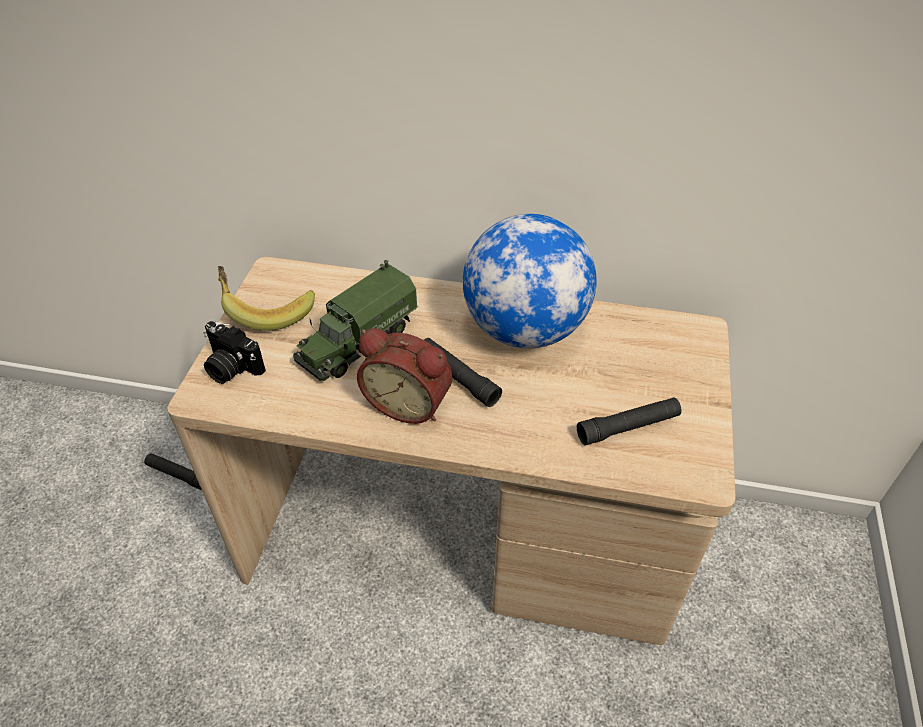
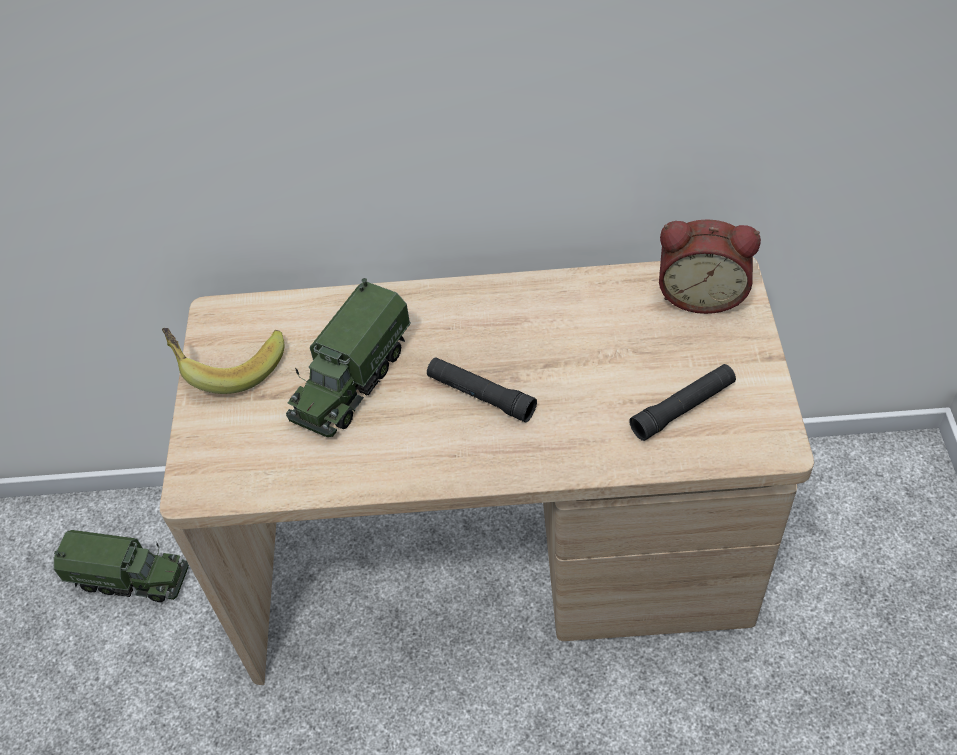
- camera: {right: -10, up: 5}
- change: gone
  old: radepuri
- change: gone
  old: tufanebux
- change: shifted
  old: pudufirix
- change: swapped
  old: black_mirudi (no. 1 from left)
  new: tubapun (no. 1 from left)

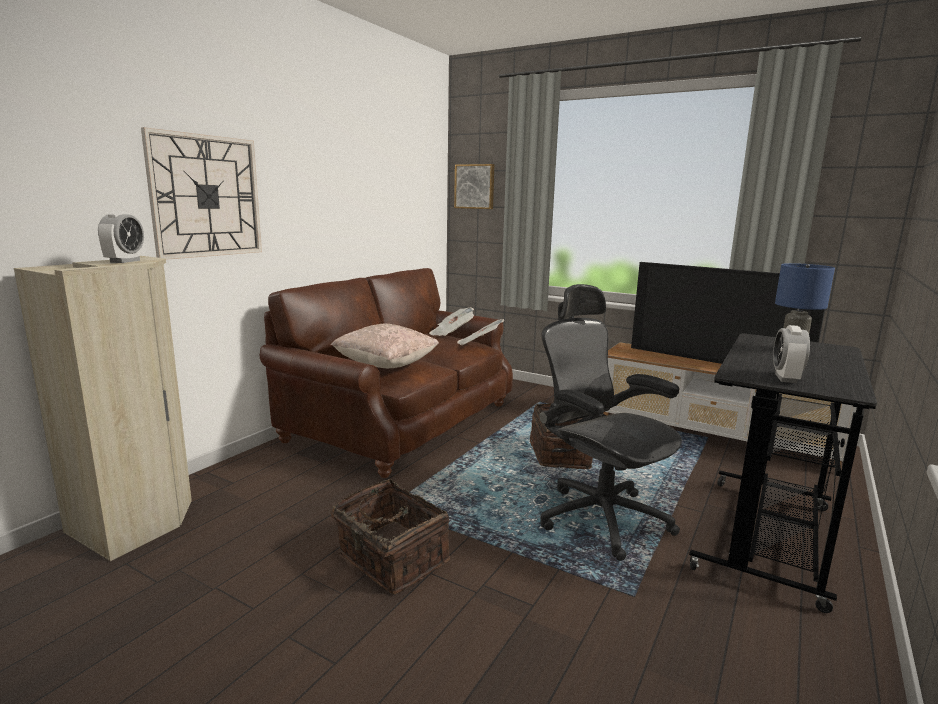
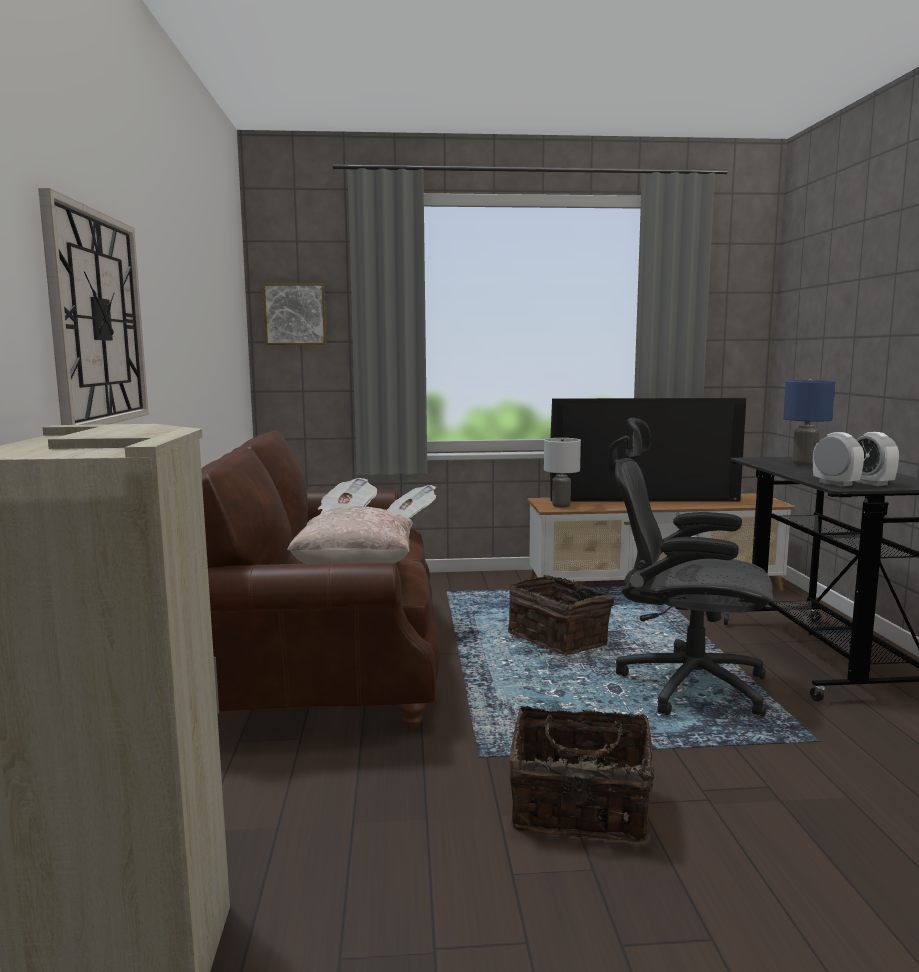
- camera: {right: -35, up: -5}
- change: new
  new: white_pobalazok
- change: shifted
  old: pudufirix (no. 1 from left)

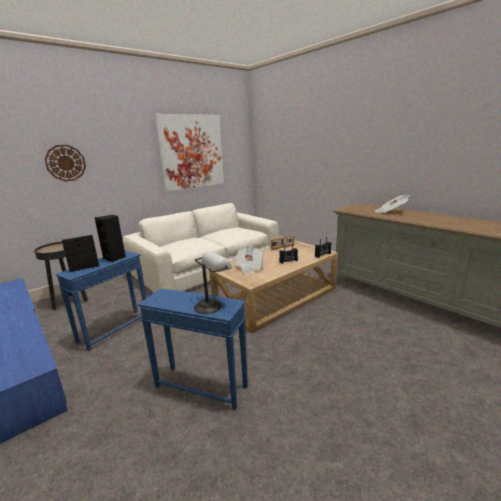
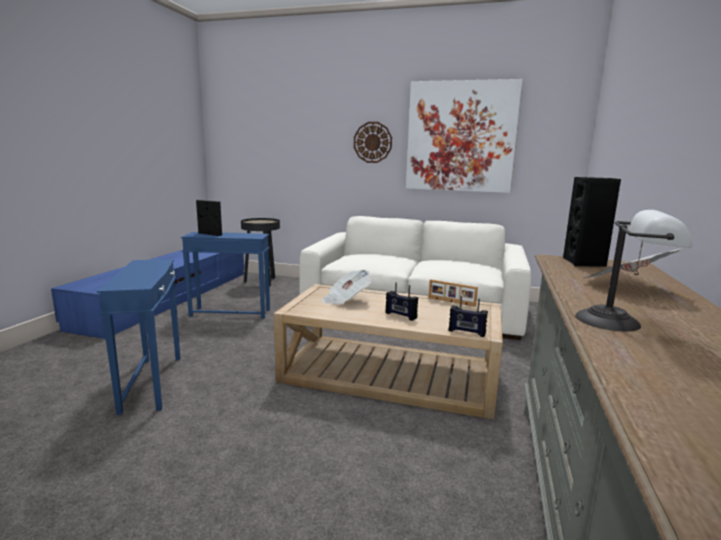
- camera: {right: 55, up: -5}
- change: shifted
  old: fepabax
- change: shifted
  old: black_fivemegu
- change: shifted
  old: pobalazok

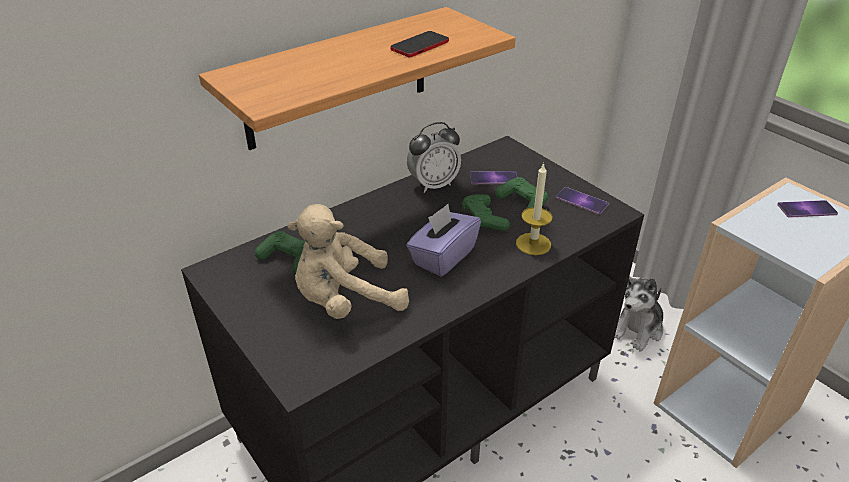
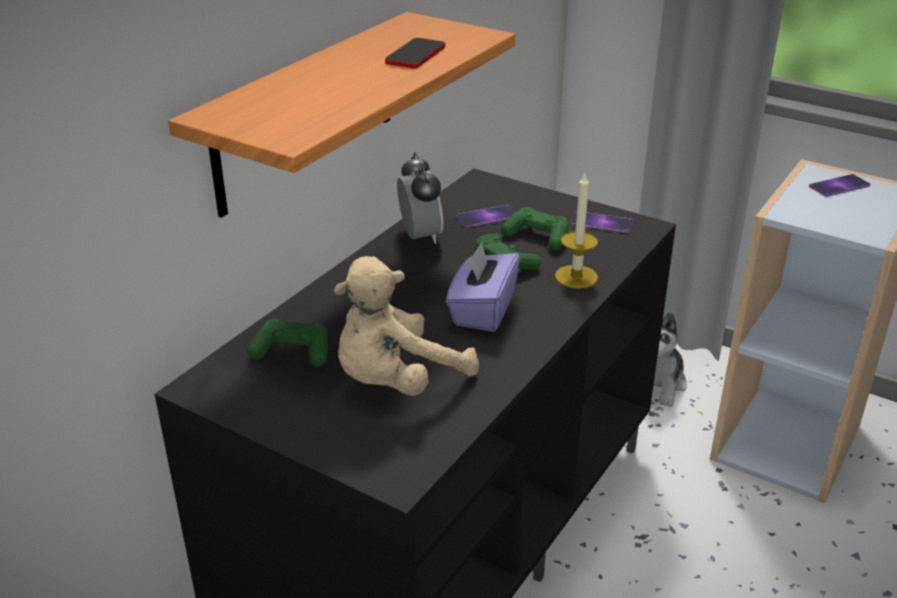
- camera: {right: -20, up: -5}
- change: rotated
  old: pudufirix
  degrees: -60

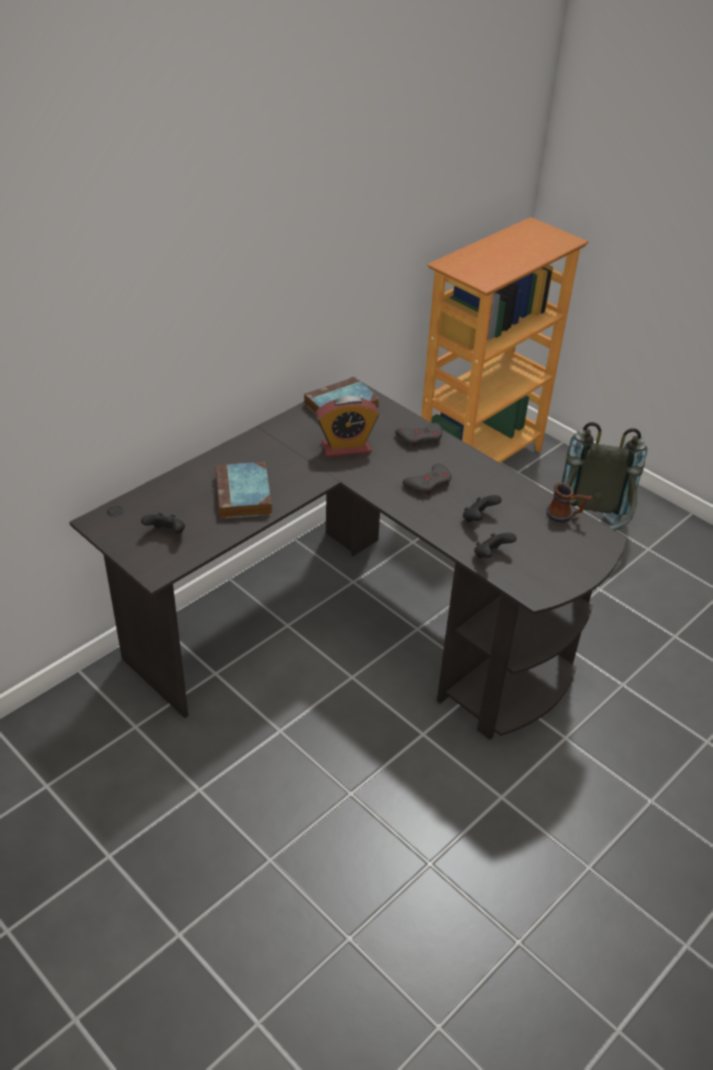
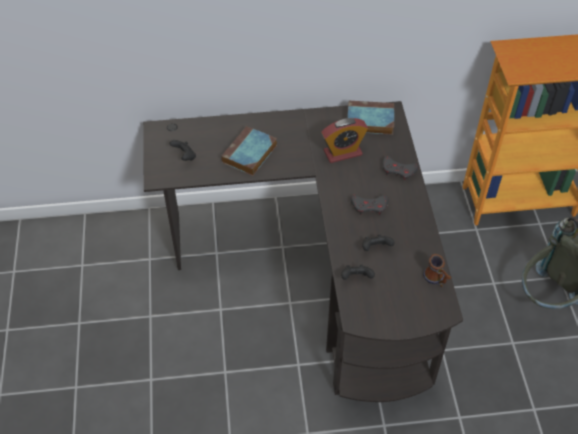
- camera: {right: 40, up: 10}
- change: rotated
  old: pudufirix
  degrees: -45

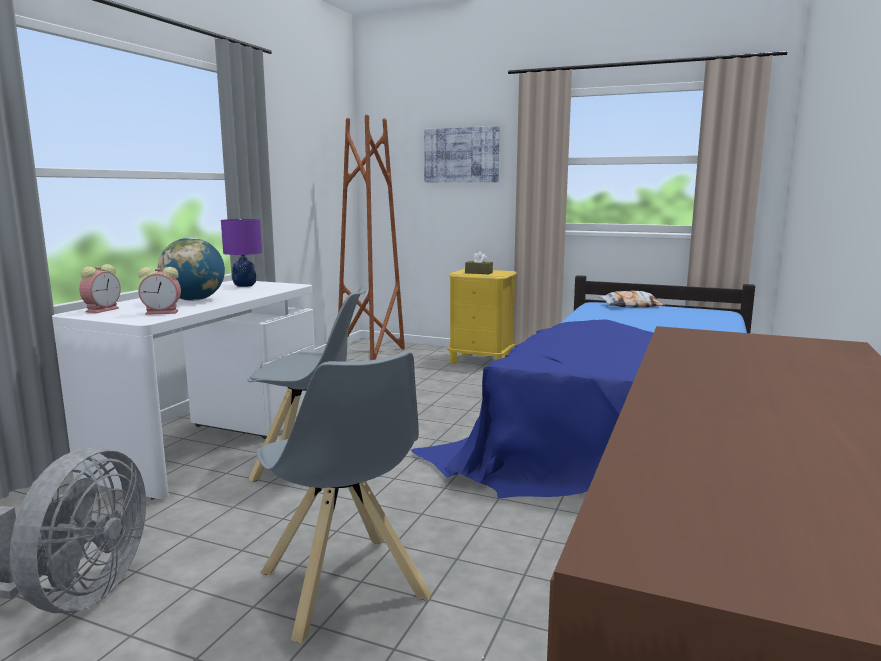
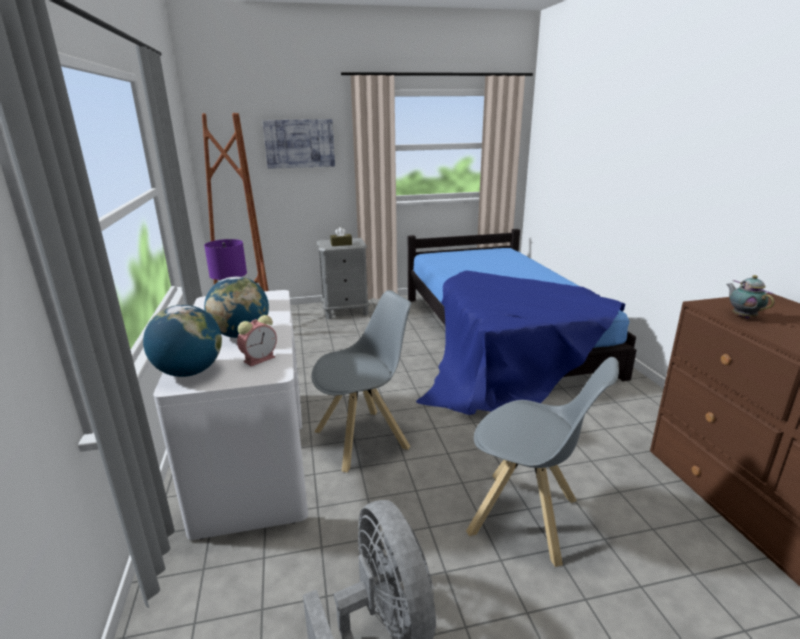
- camera: {right: -35, up: 10}
- change: gone
  old: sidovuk
- change: new
  new: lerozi
- change: swapped
  old: pudufirix (no. 1 from left)
  new: tufanebux (no. 1 from left)
- change: repainted
  old: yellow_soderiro
  new: grey_soderiro

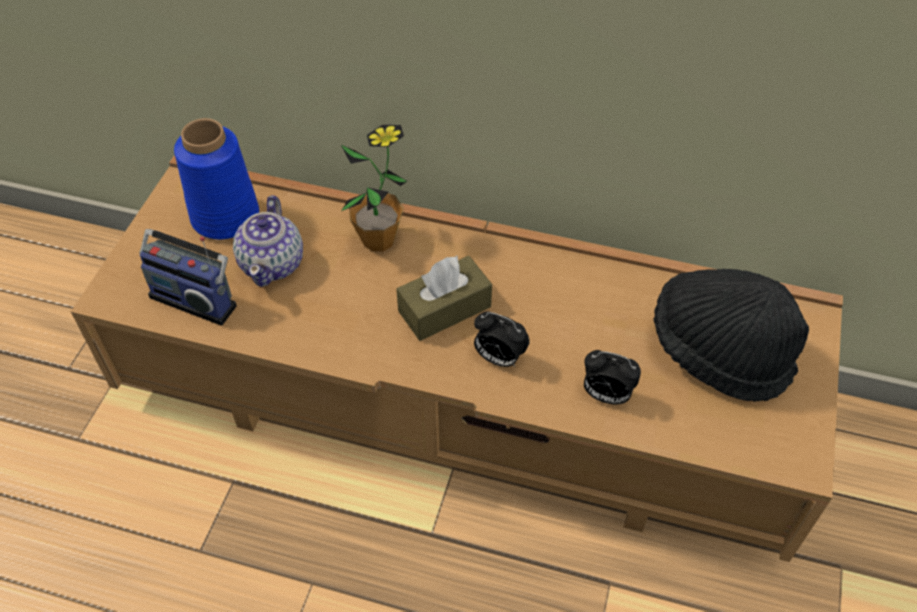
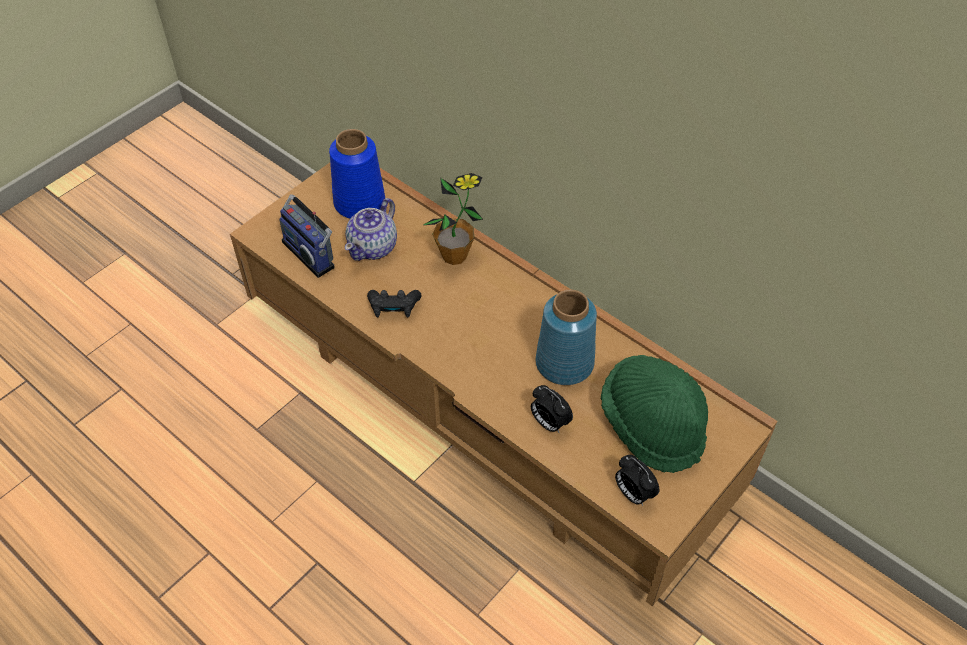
- camera: {right: 25, up: 0}
- change: gone
  old: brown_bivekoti
- change: new
  new: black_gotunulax
- change: new
  new: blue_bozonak (no. 2 from left)
- change: shifted
  old: pudufirix (no. 1 from left in the first image)
  new: pudufirix (no. 2 from left)
- change: repainted
  old: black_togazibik
  new: green_togazibik

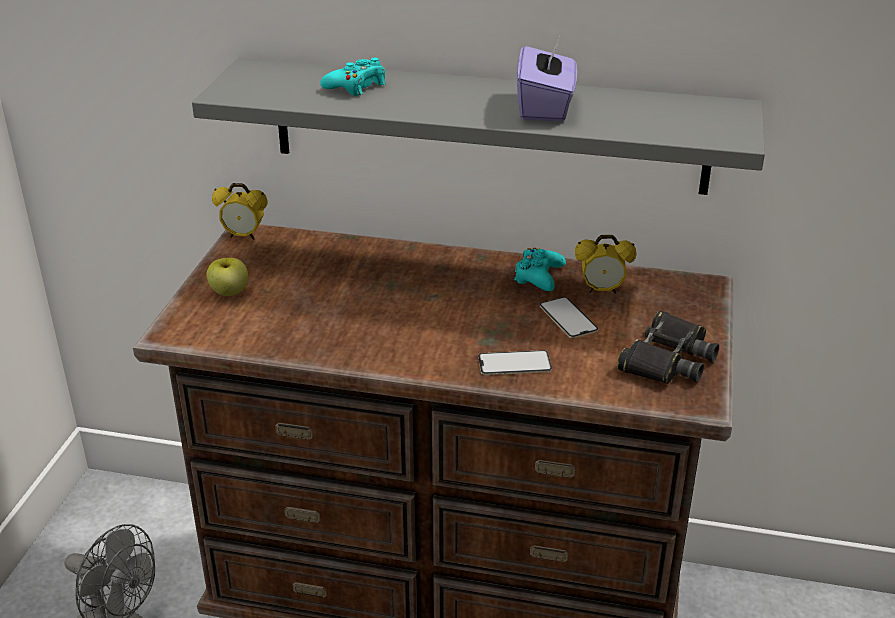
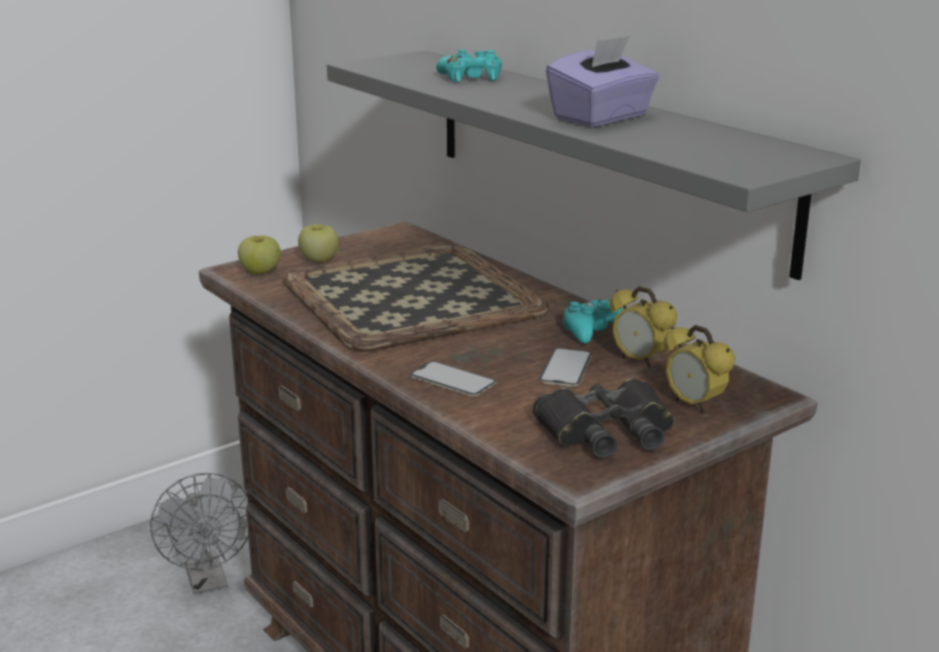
- camera: {right: 40, up: -10}
- change: new
  new: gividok (no. 1 from left)
- change: new
  new: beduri
- change: shifted
  old: pudufirix (no. 1 from left in the first image)
  new: pudufirix (no. 2 from left)

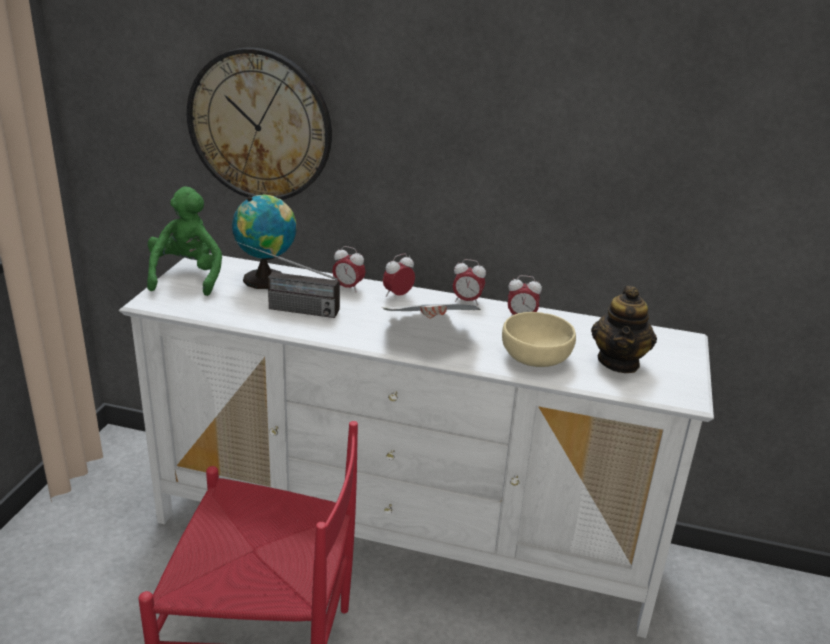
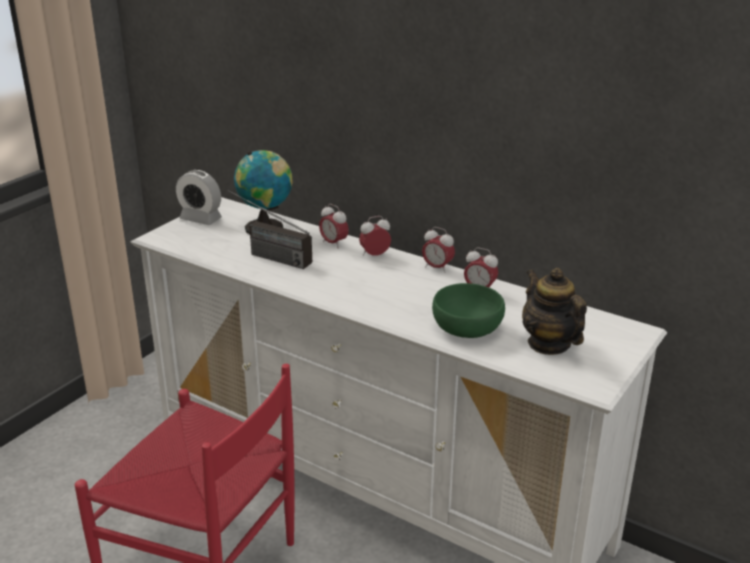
- camera: {right: 20, up: 0}
- change: gone
  old: fepabax
- change: gone
  old: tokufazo
- change: swapped
  old: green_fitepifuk
  new: pudufirix (no. 1 from left)
- change: repainted
  old: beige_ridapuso
  new: green_ridapuso
- change: rotated
  old: lerozi
  degrees: 120

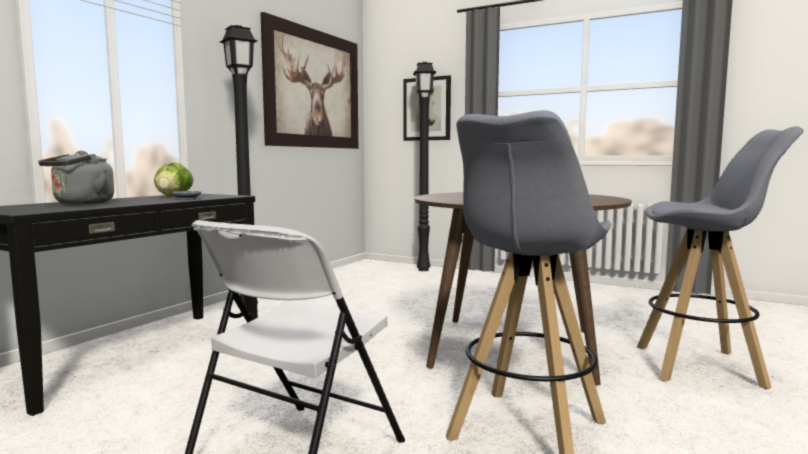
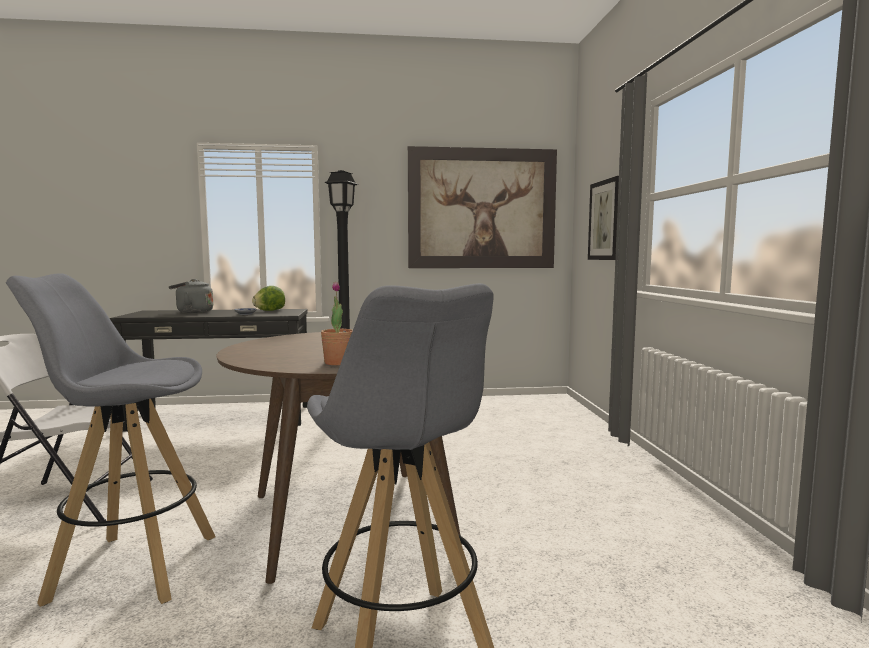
- camera: {right: 55, up: 0}
- change: gone
  old: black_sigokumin (no. 2 from left)
- change: new
  new: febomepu

